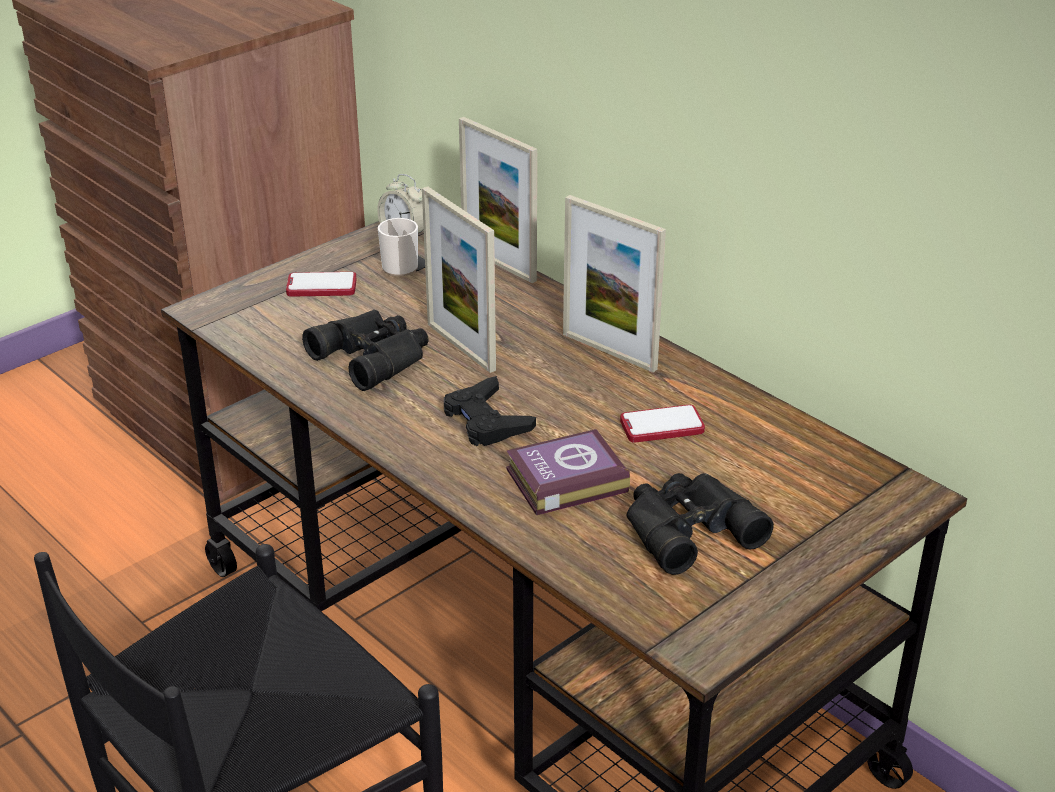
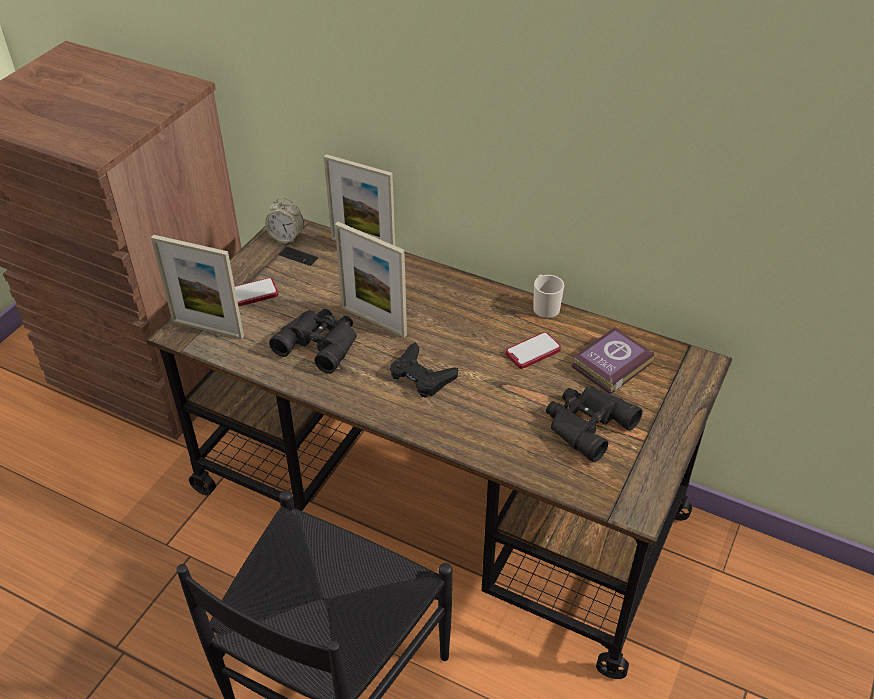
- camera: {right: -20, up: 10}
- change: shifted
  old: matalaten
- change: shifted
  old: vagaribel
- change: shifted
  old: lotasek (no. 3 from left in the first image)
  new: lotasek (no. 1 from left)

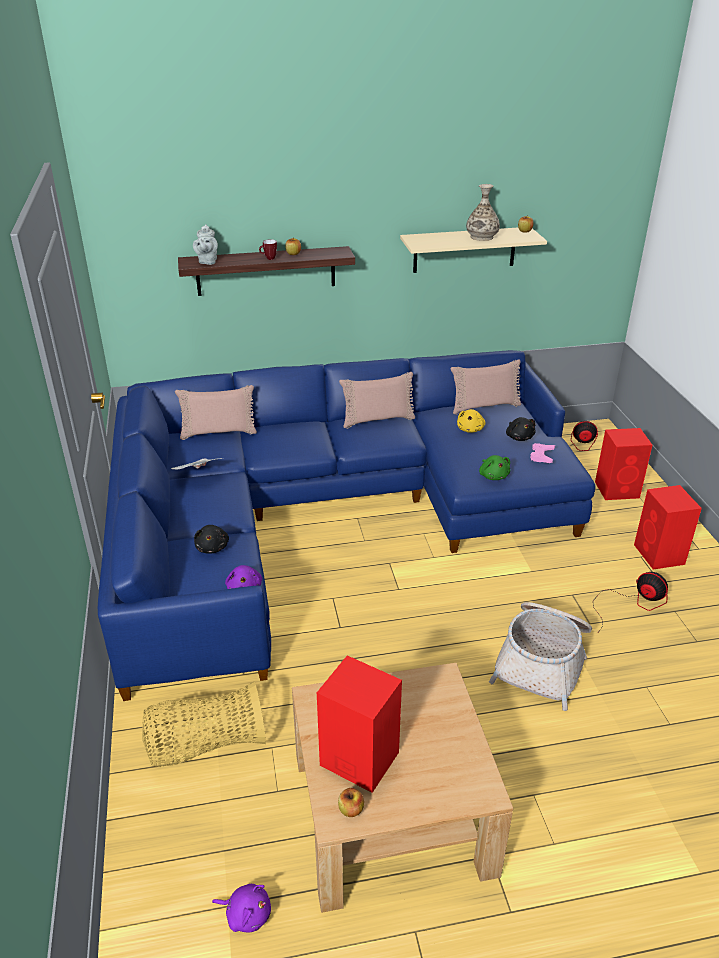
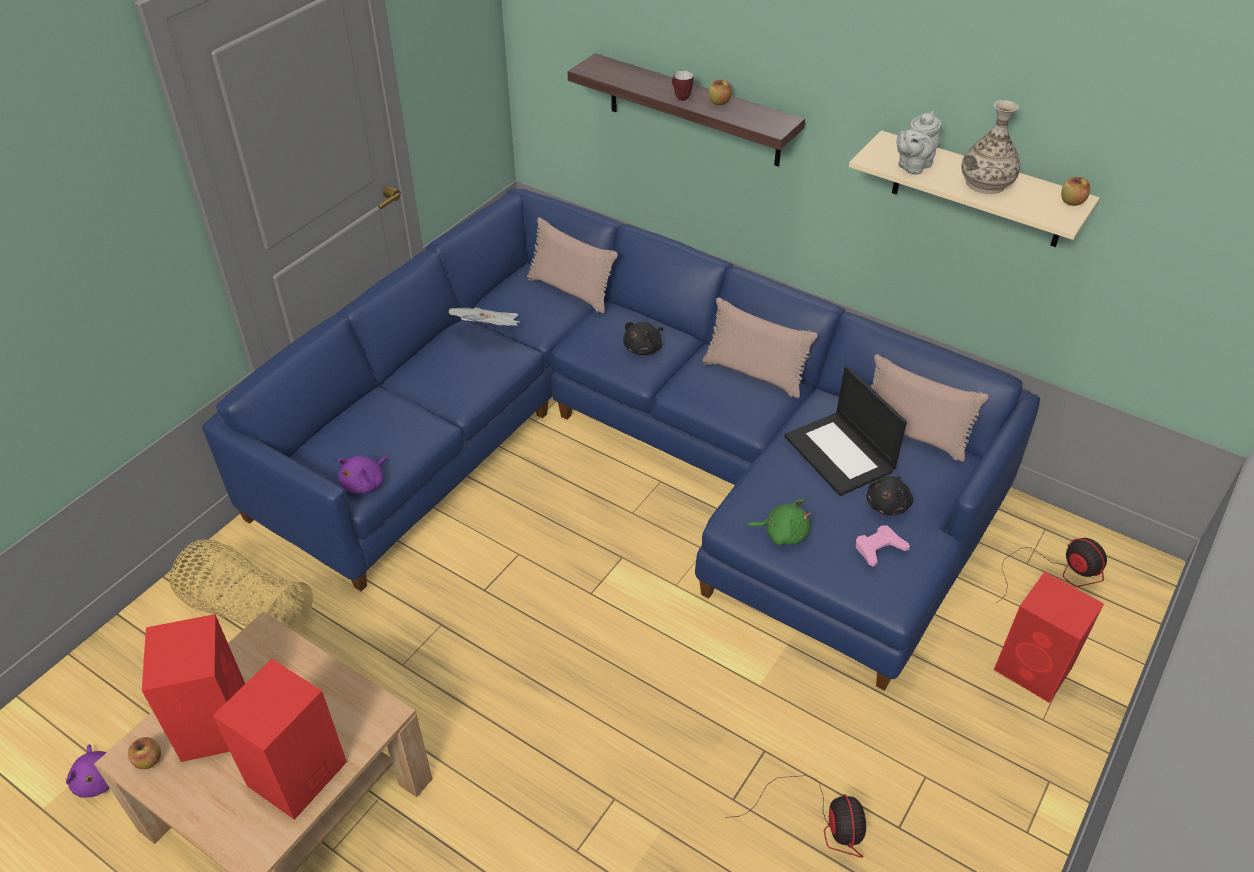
- camera: {right: 45, up: 10}
- change: gone
  old: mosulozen (no. 2 from left)
- change: shifted
  old: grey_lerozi
- change: shifted
  old: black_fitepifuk (no. 1 from left)
- change: shifted
  old: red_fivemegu (no. 3 from left in the first image)
  new: red_fivemegu (no. 2 from left)
- change: swapped
  old: yellow_fitepifuk
  new: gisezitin
- change: rotated
  old: green_fitepifuk
  degrees: -105

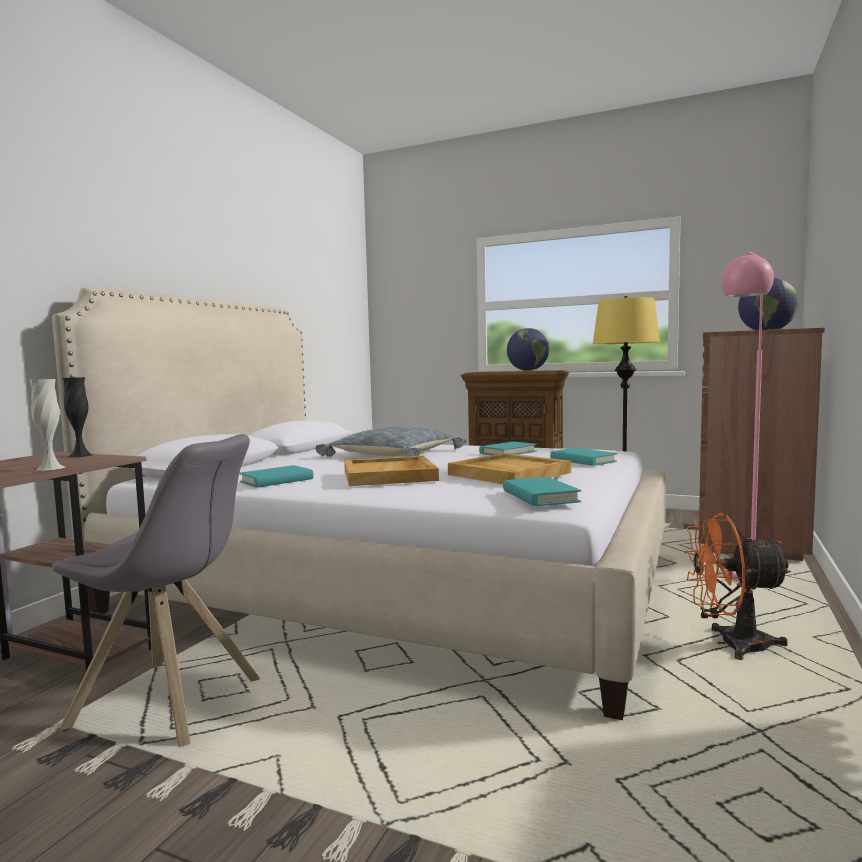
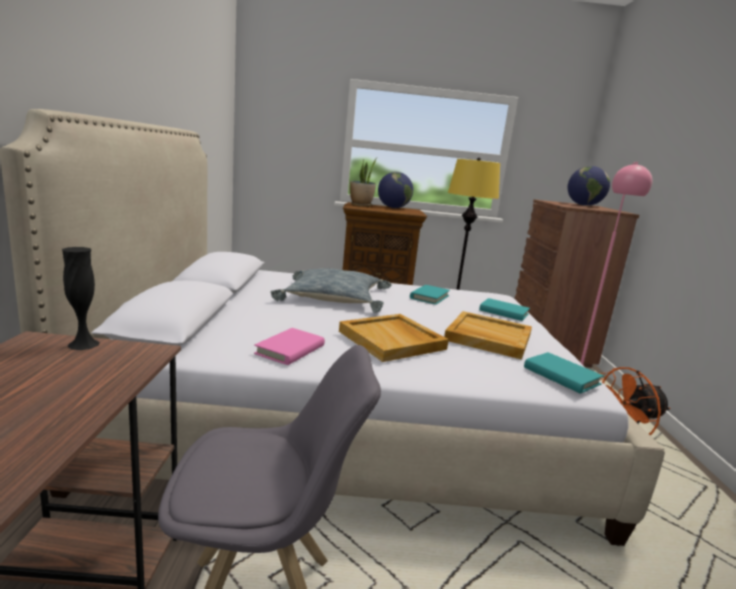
- camera: {right: -25, up: 10}
- change: gone
  old: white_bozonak
- change: new
  new: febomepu
- change: repainted
  old: turquoise_vagaribel (no. 1 from left)
  new: pink_vagaribel

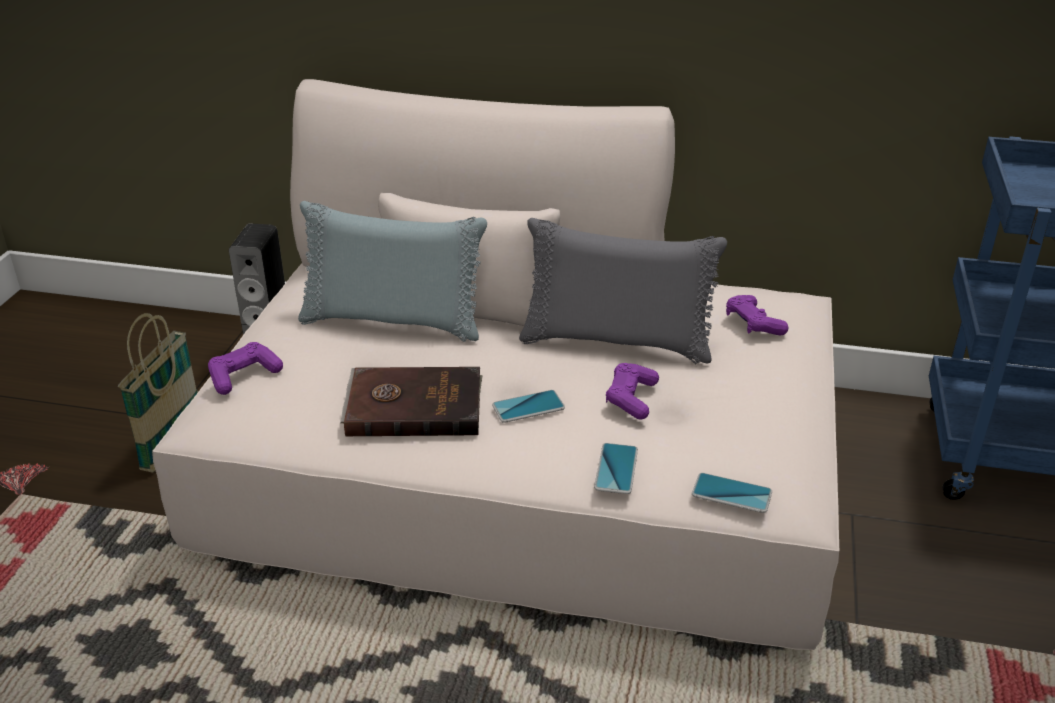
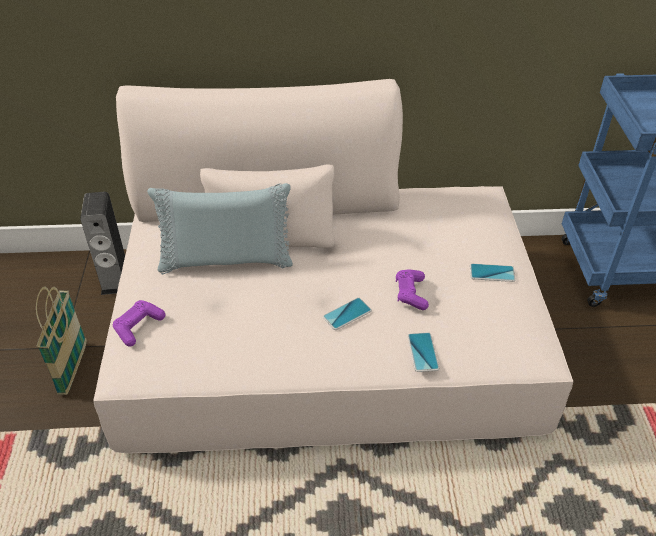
- camera: {right: -15, up: 10}
- change: gone
  old: brown_vagaribel
- change: gone
  old: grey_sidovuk
- change: gone
  old: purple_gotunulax (no. 3 from left)
- change: shifted
  old: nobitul (no. 3 from left)

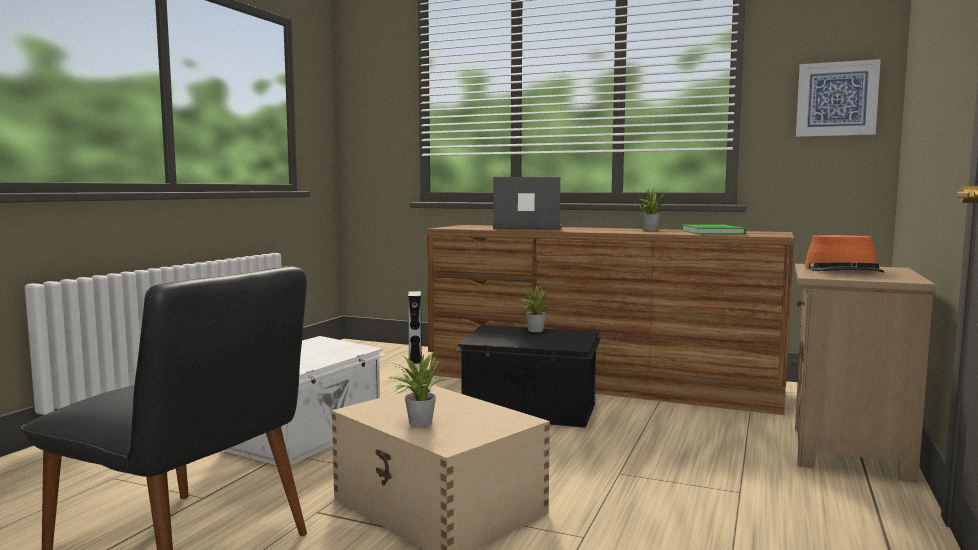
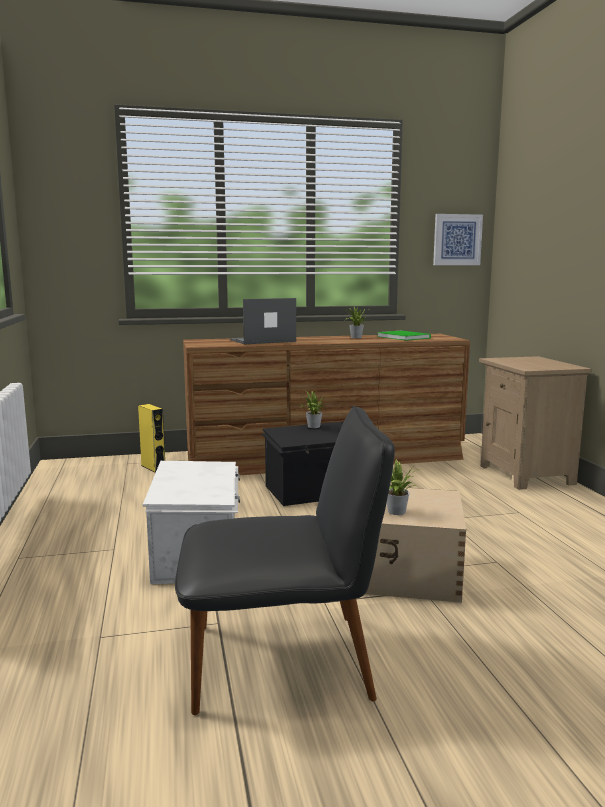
- camera: {right: -35, up: 5}
- change: gone
  old: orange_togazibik
- change: repainted
  old: grey_fivemegu
  new: yellow_fivemegu

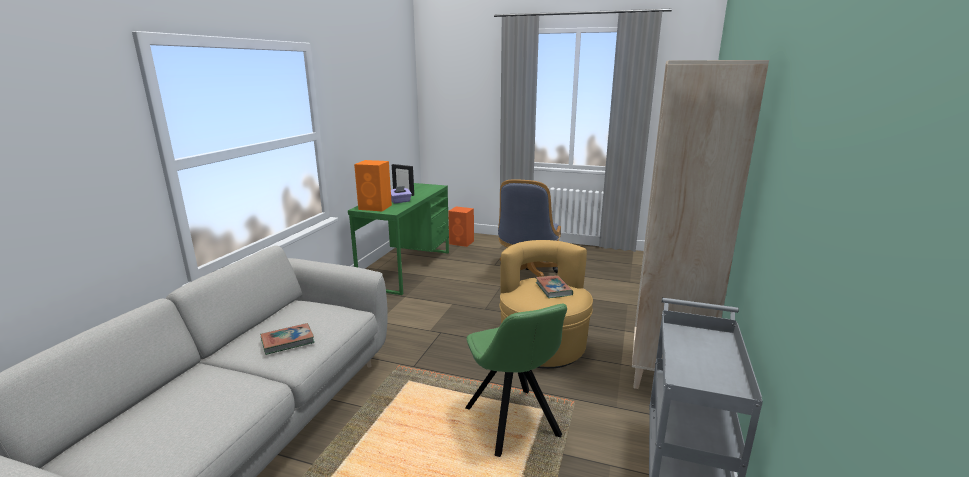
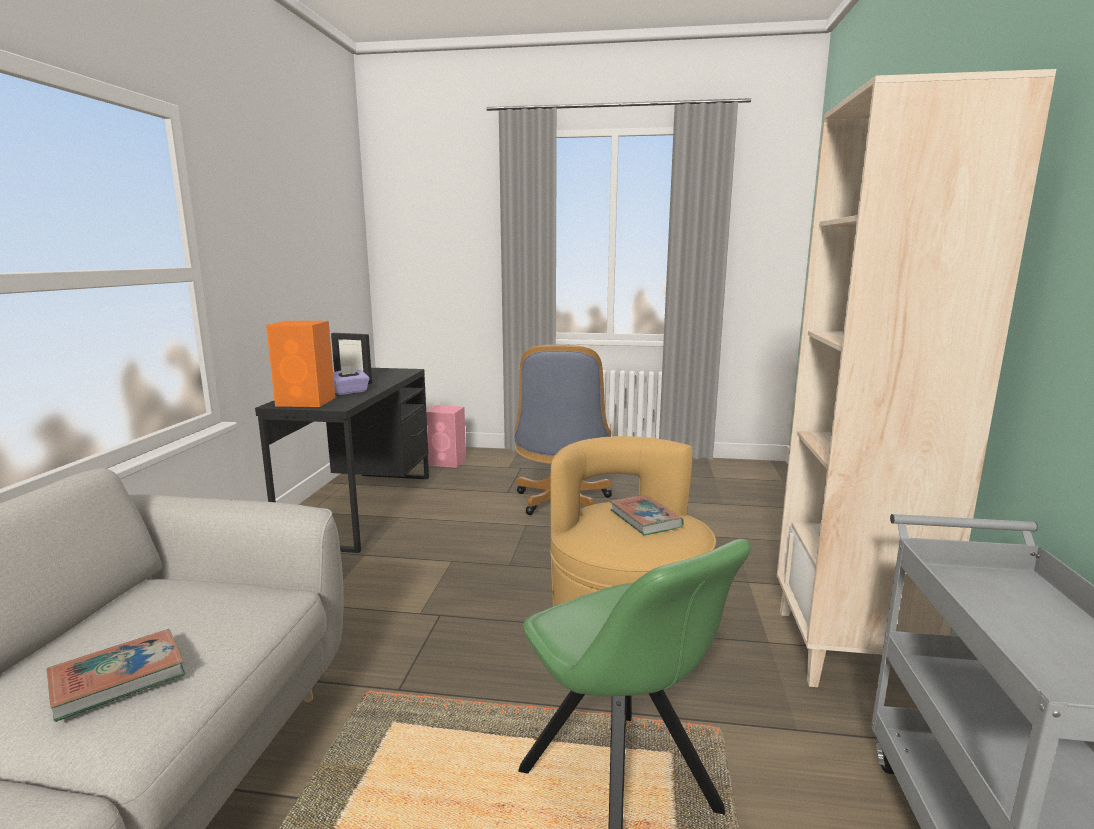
- camera: {right: -10, up: -5}
- change: repainted
  old: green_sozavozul
  new: black_sozavozul
- change: repainted
  old: orange_fivemegu (no. 2 from left)
  new: pink_fivemegu

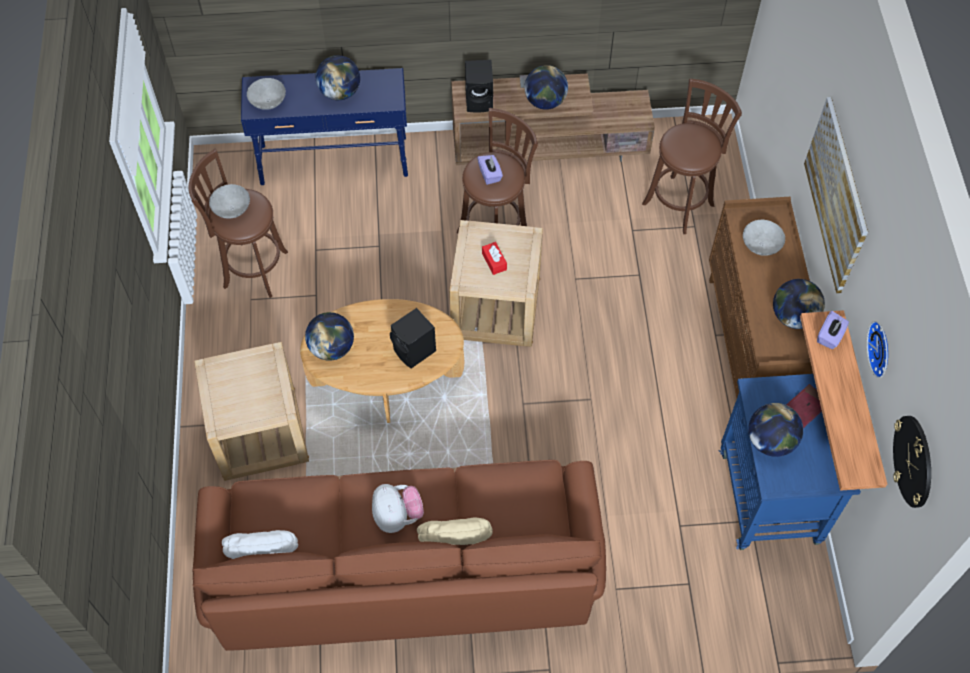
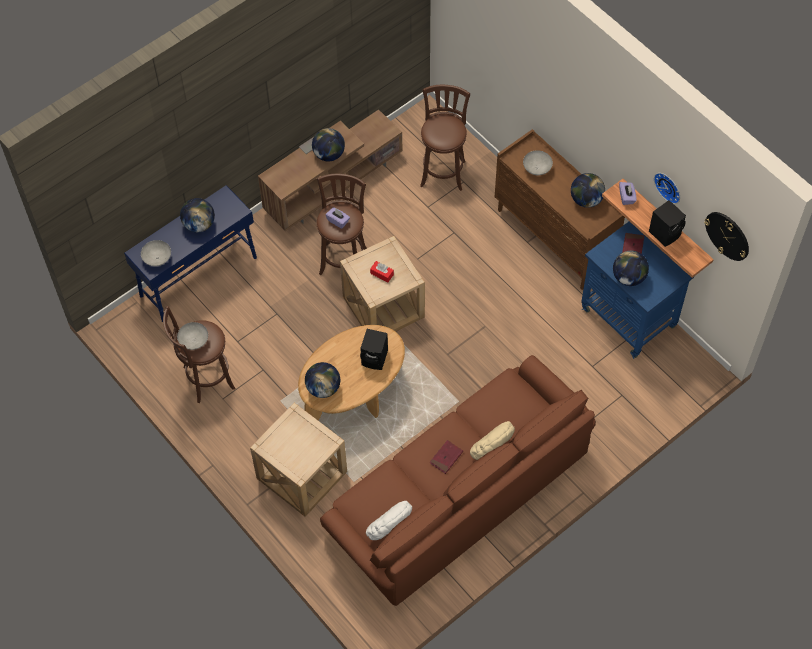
- camera: {right: -35, up: 0}
- change: gone
  old: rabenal
- change: shifted
  old: black_fivemegu (no. 2 from left)
- change: swapped
  old: fitepifuk
  new: red_vagaribel (no. 1 from left)

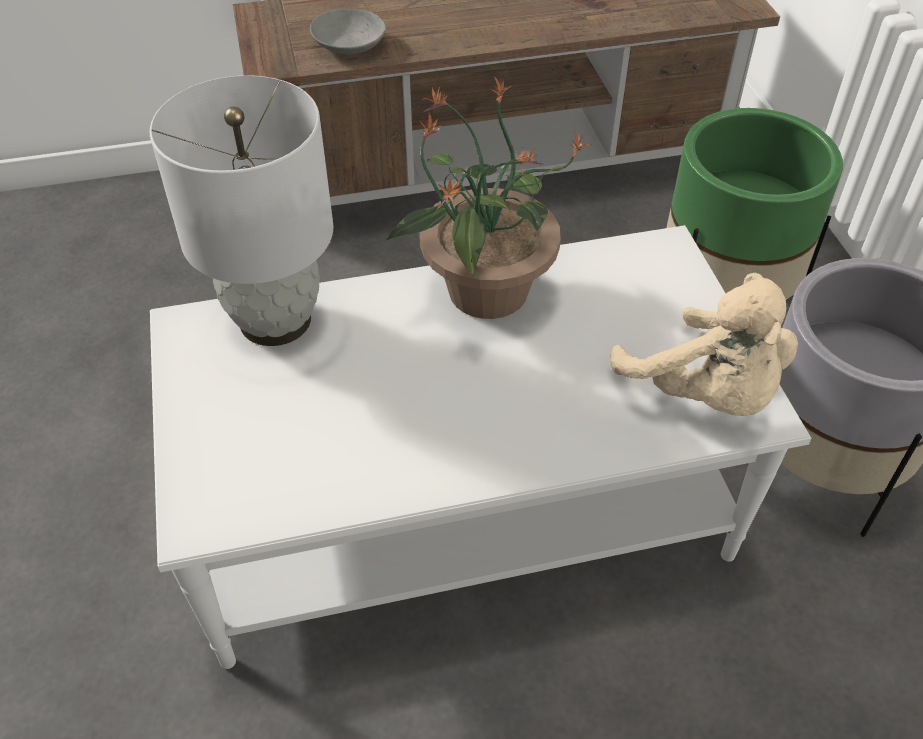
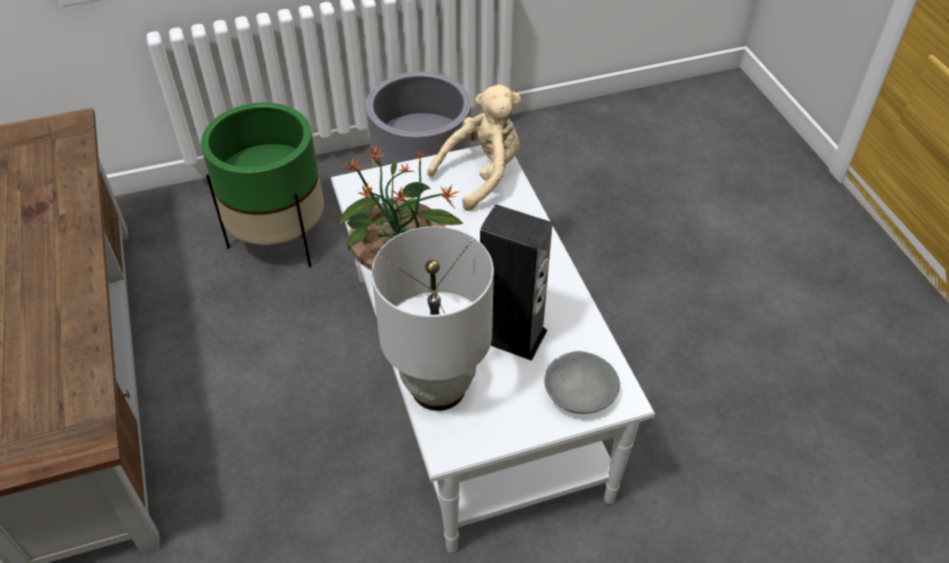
- camera: {right: -95, up: 0}
- change: new
  new: fivemegu
- change: shifted
  old: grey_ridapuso

